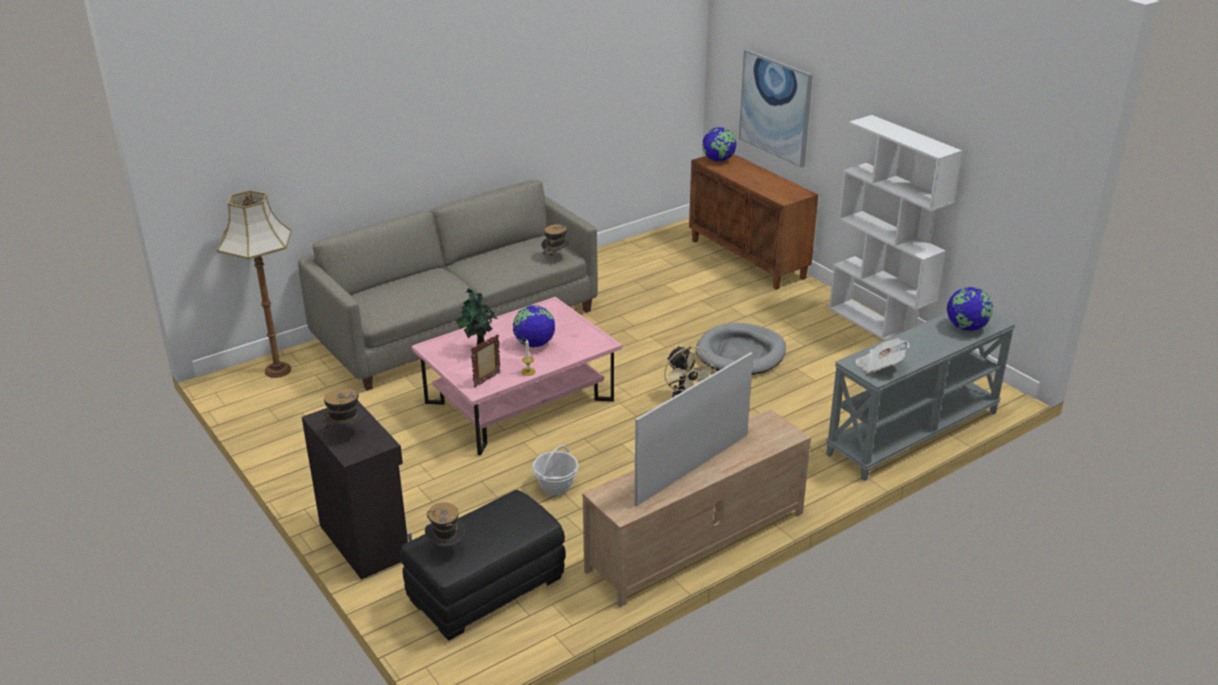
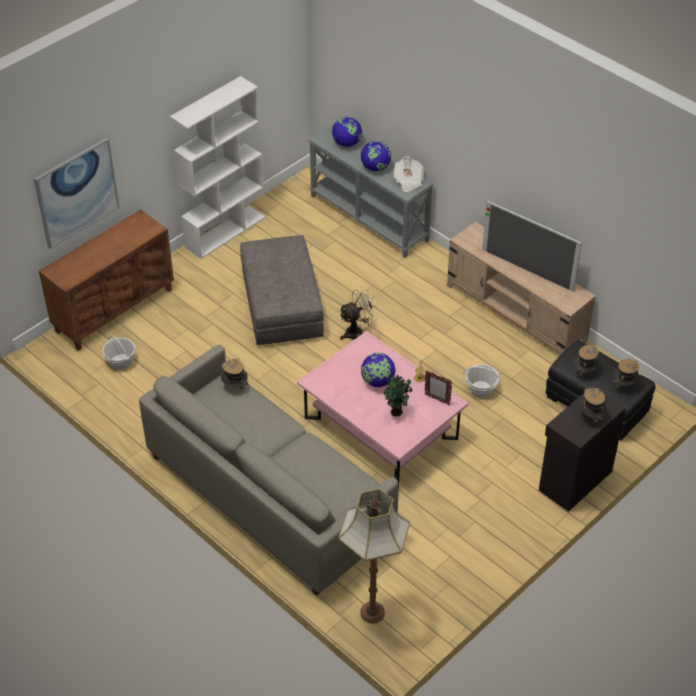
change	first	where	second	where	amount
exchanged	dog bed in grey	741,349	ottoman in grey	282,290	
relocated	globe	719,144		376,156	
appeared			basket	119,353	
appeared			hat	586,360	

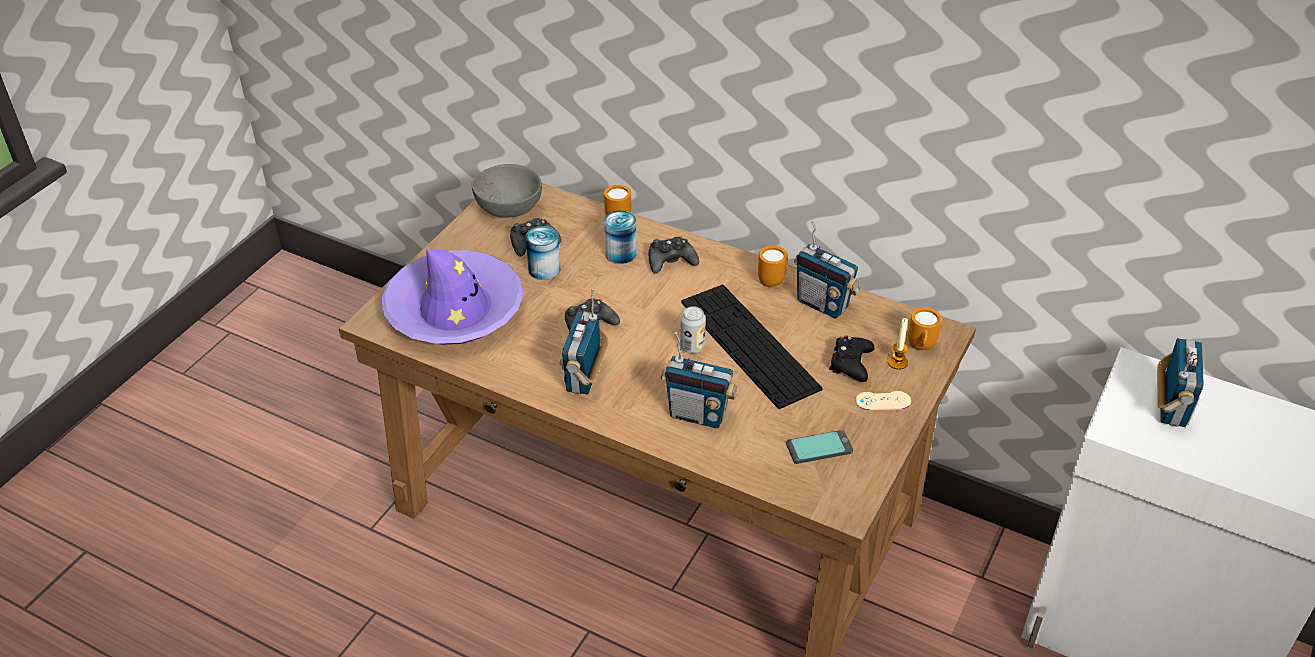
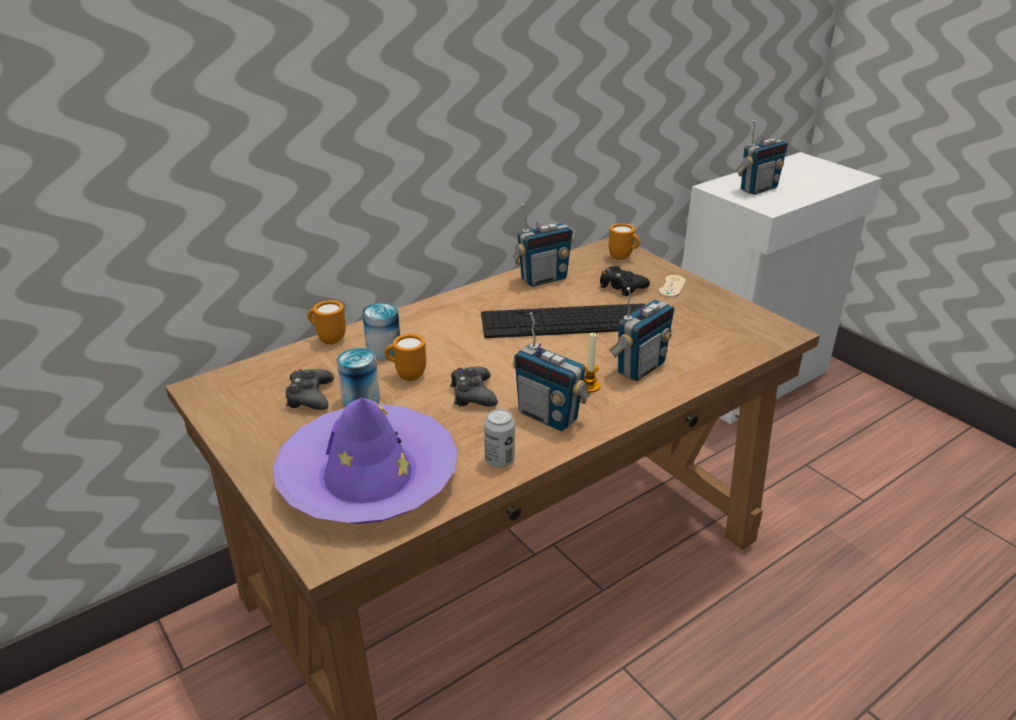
change	first	where	second	where	amount
missing	bowl in grey	507,191			
missing	game controller in black	674,255			
relocated	can	693,329		499,438	
relocated	mug in orange	773,266		405,357	
missing	phone	819,447			
relocated	candle	898,344		591,362	
spun	radio	1180,382		762,157	105 degrees clockwise

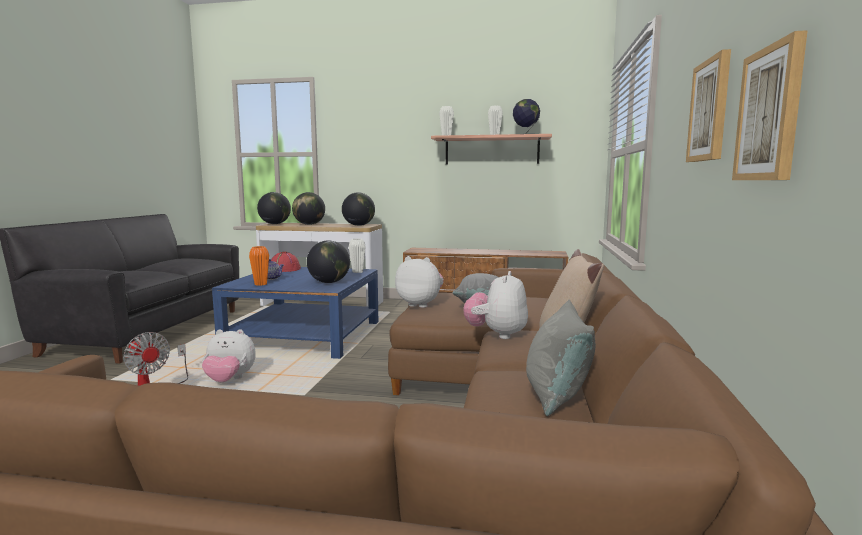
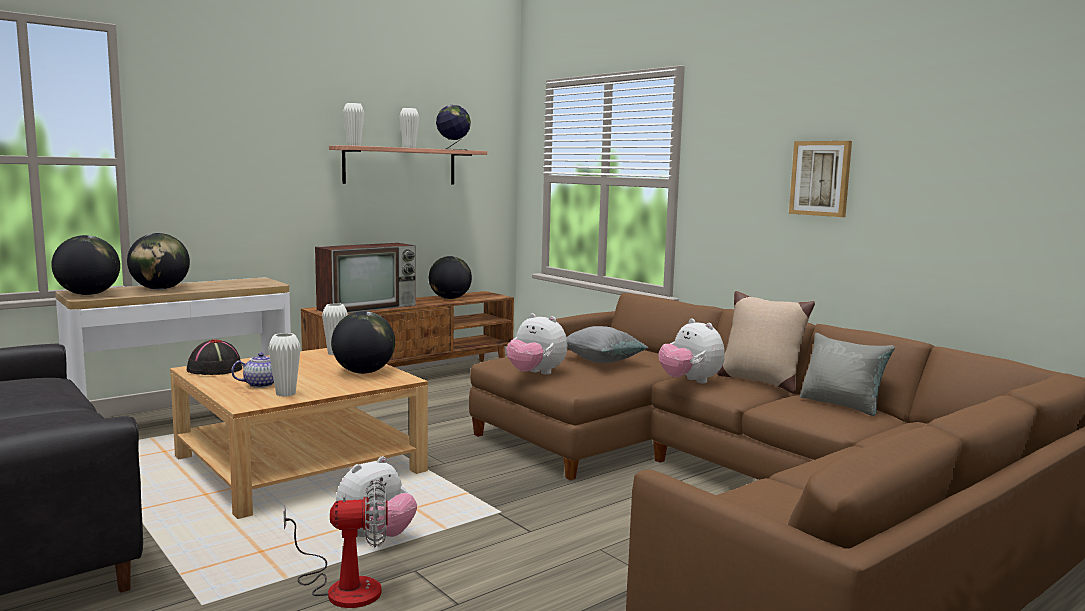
change	first	where	second	where	amount
colour	coffee table in blue	295,313	coffee table in beige	299,433	
colour	vase in orange	259,266	vase in white	284,365	
colour	hat in red	286,262	hat in black	214,357	
relocated	globe	358,209		450,277	
spun	plush toy	419,282		536,344	120 degrees counterclockwise
missing	picture	770,105			
appeared			television	365,278	

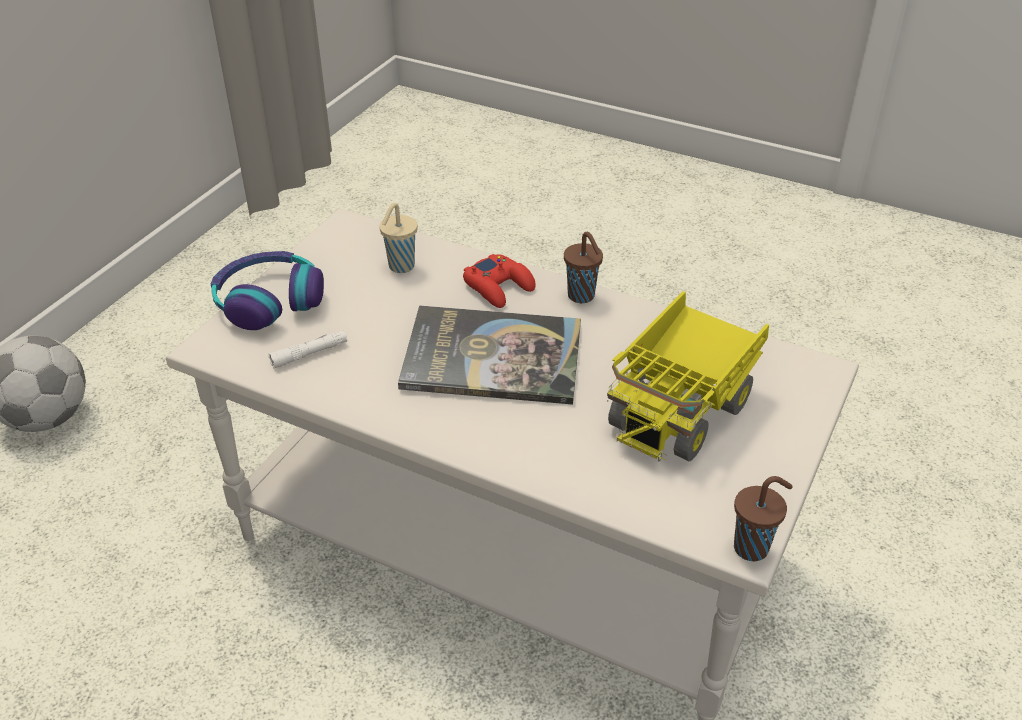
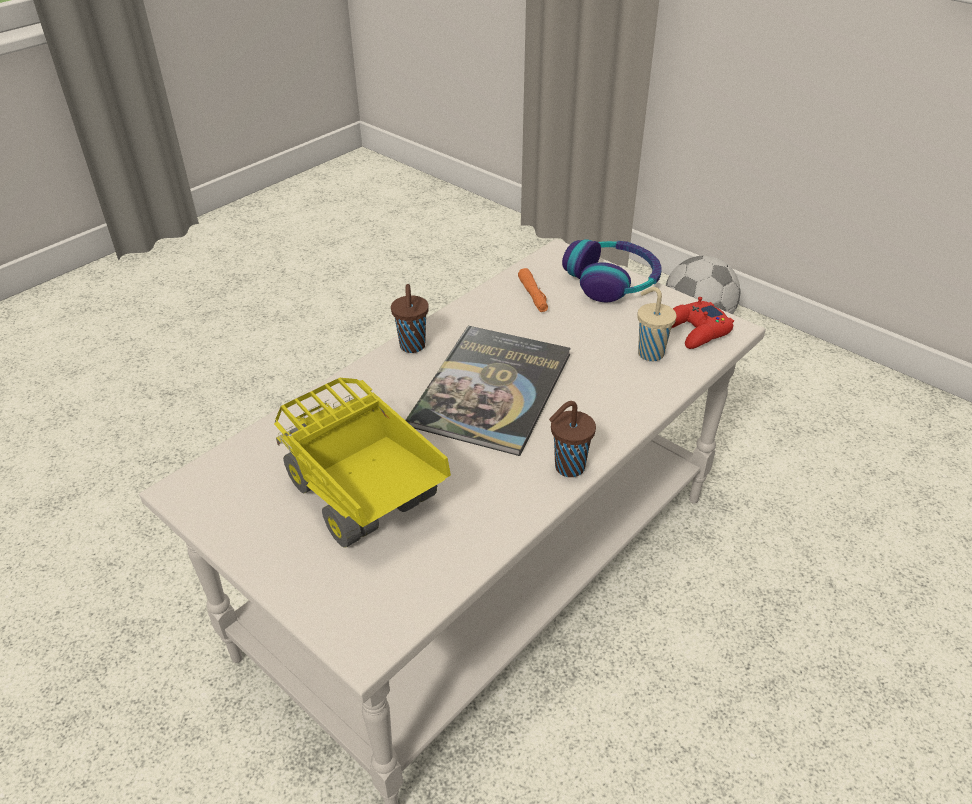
change	first	where	second	where	amount
colour	flashlight in white	307,349	flashlight in orange	533,290	
relocated	game controller in red	499,281		703,323	
relocated	cup in brown	763,518		410,318	

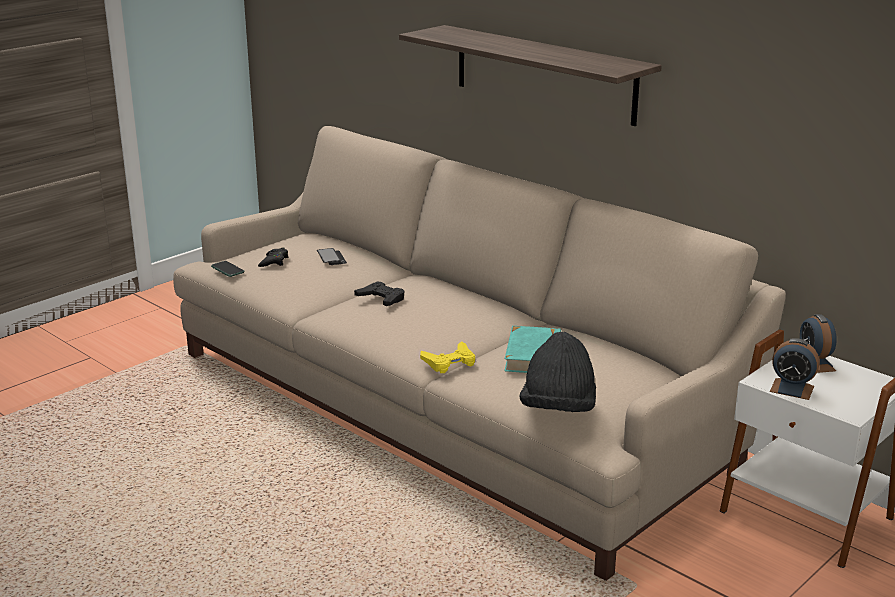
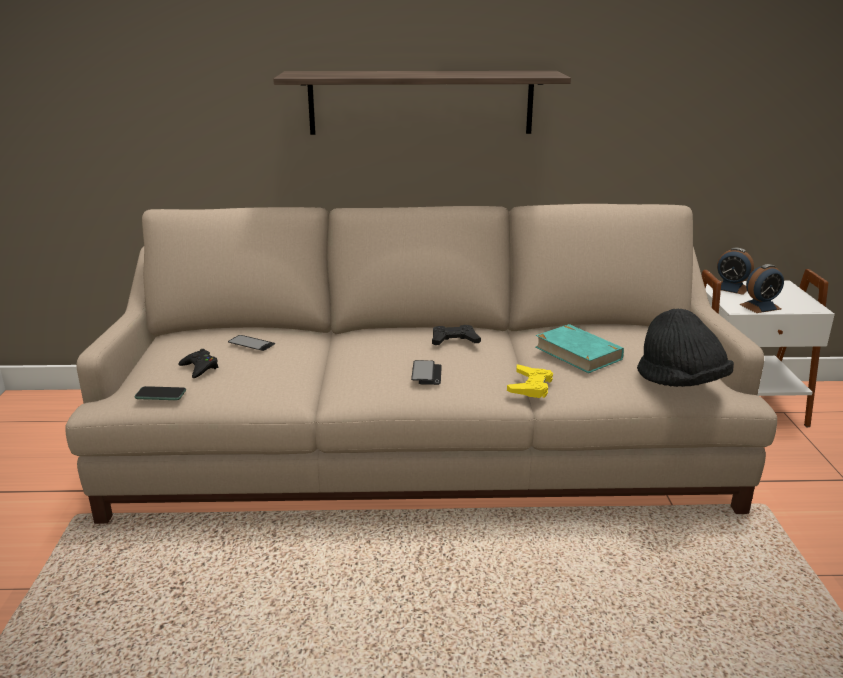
change	first	where	second	where	amount
relocated	game controller in black	379,294		456,335	
appeared			phone	426,372	

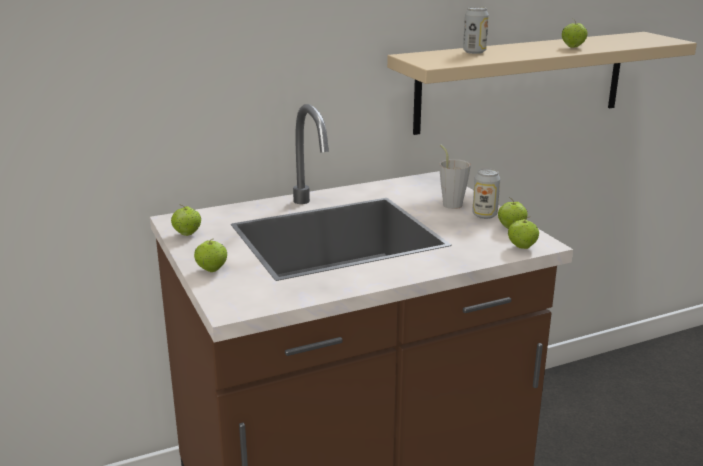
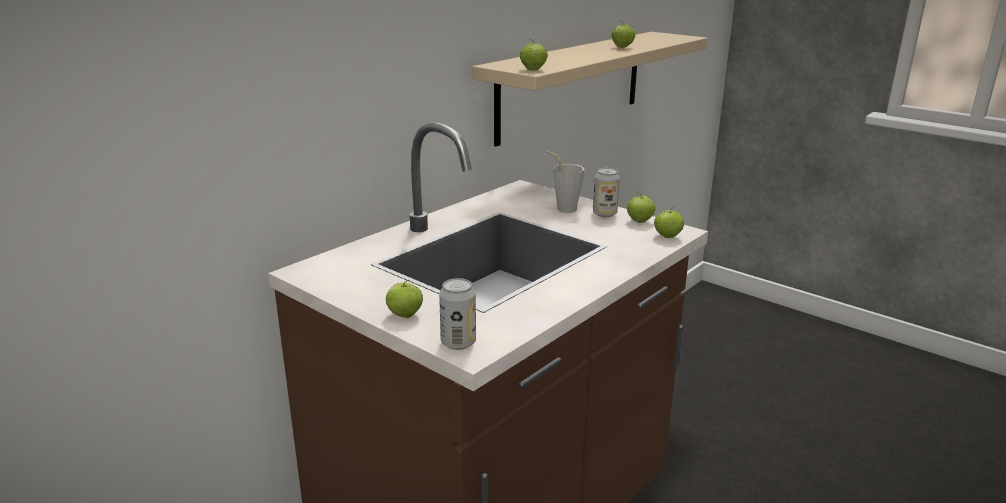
change	first	where	second	where	amount
relocated	apple	186,220		534,54	
relocated	can	476,30		457,314	

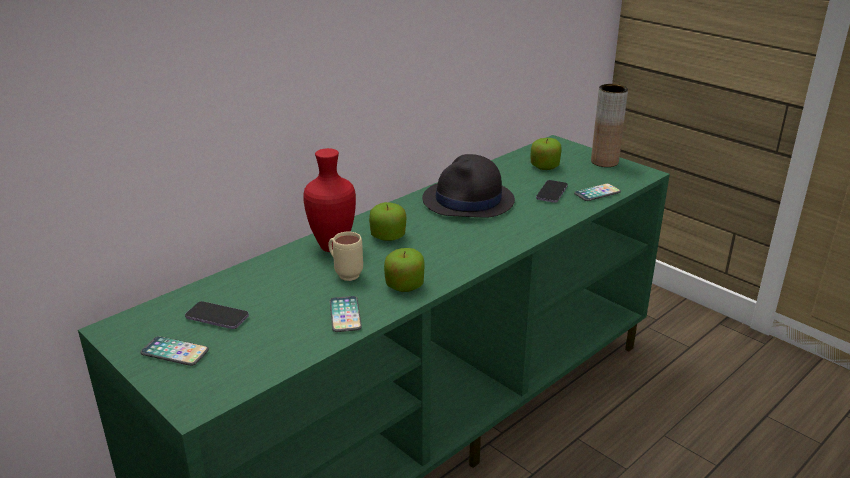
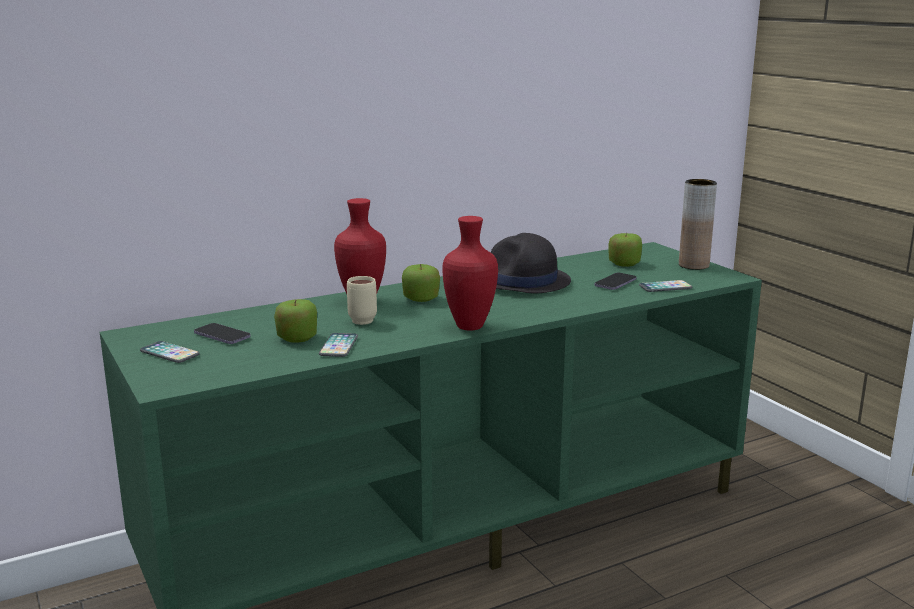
change	first	where	second	where	amount
relocated	apple	404,270		295,321	
appeared			vase in red	470,273	

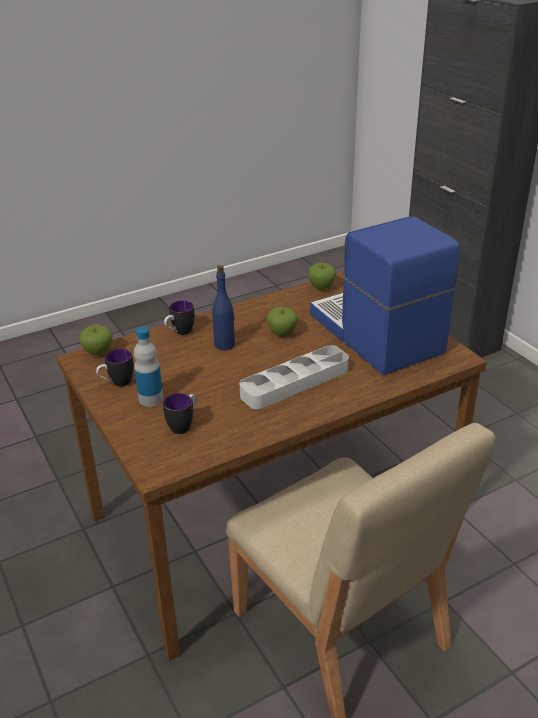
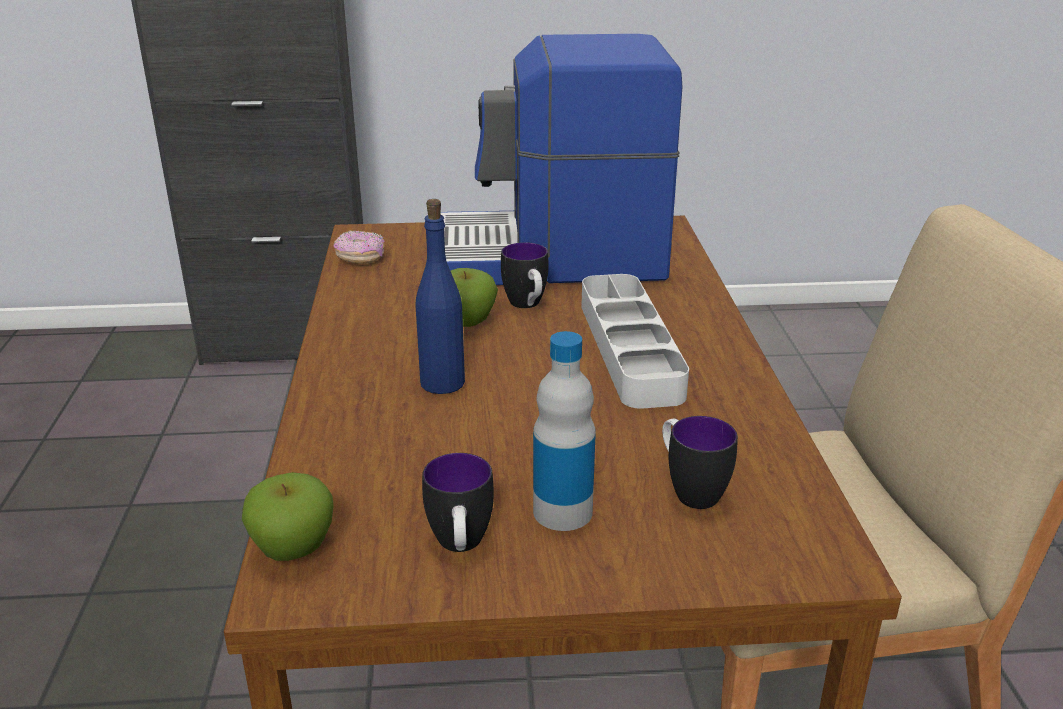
change	first	where	second	where	amount
relocated	mug	179,317		524,275	
exchanged	apple	322,276	donut	359,247	

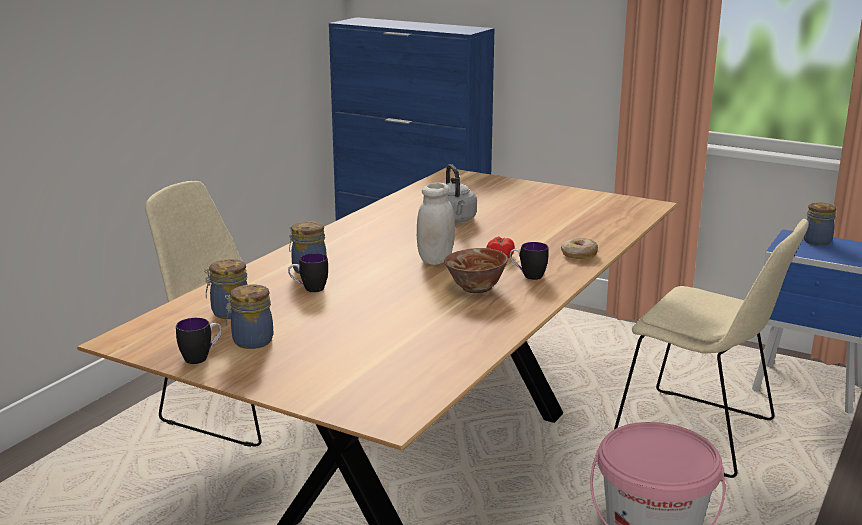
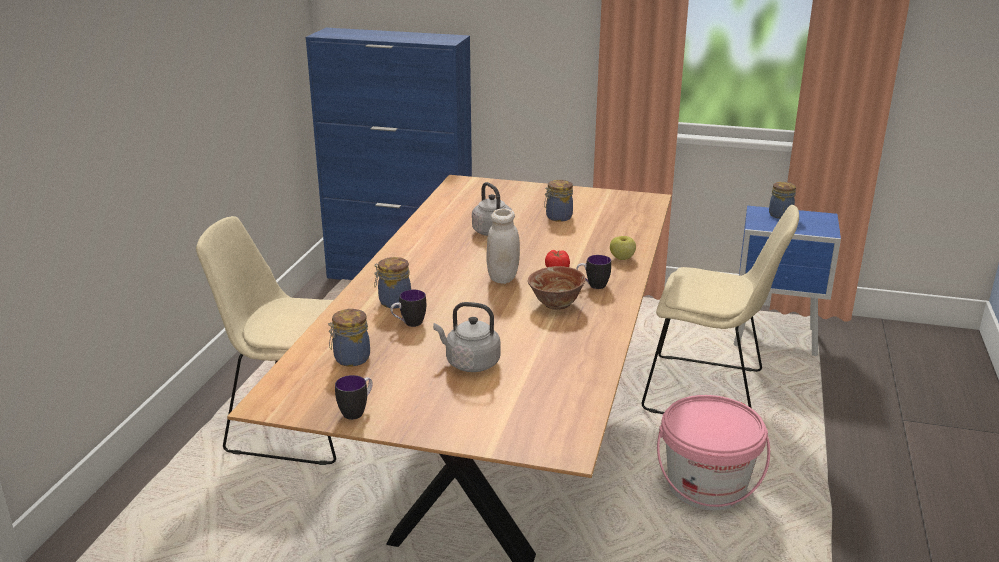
change	first	where	second	where	amount
relocated	jar	249,316		558,201	
exchanged	donut	579,248	apple	623,248	
appeared			kettle in grey	467,337	

